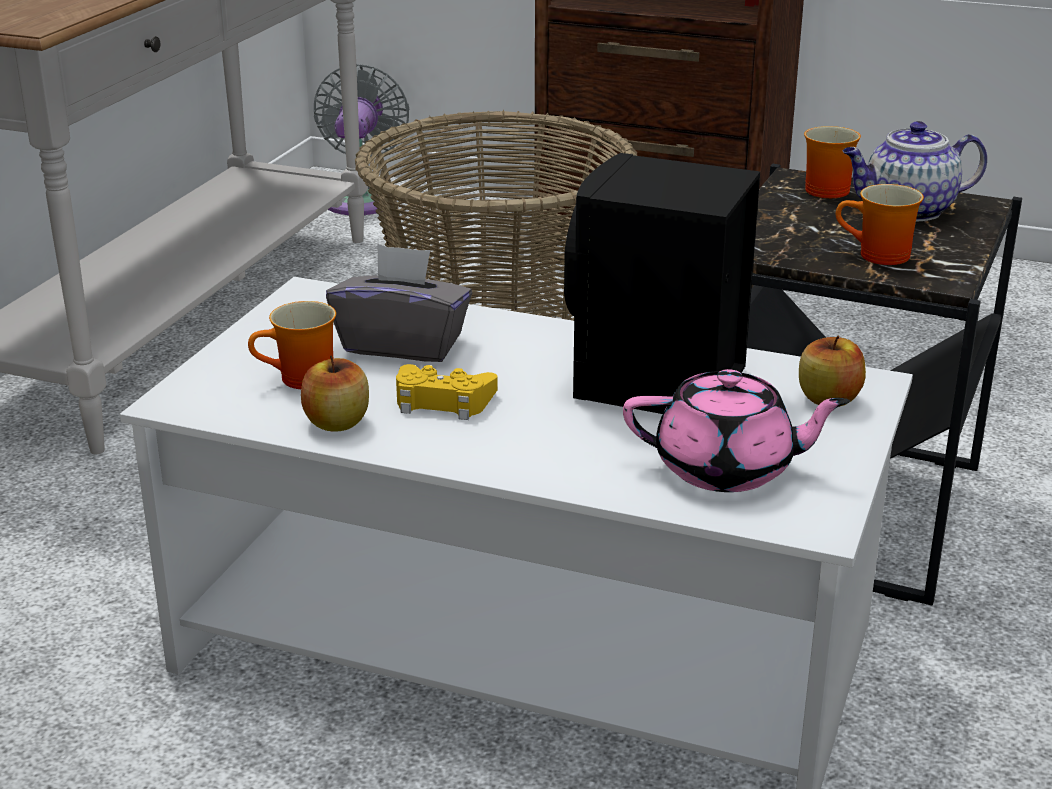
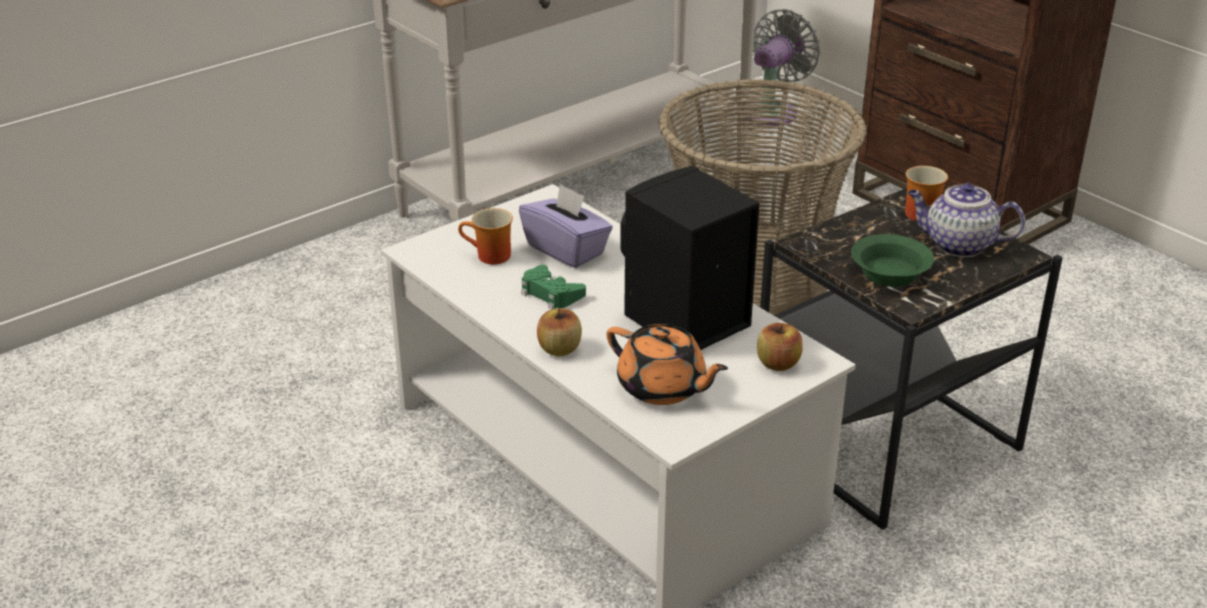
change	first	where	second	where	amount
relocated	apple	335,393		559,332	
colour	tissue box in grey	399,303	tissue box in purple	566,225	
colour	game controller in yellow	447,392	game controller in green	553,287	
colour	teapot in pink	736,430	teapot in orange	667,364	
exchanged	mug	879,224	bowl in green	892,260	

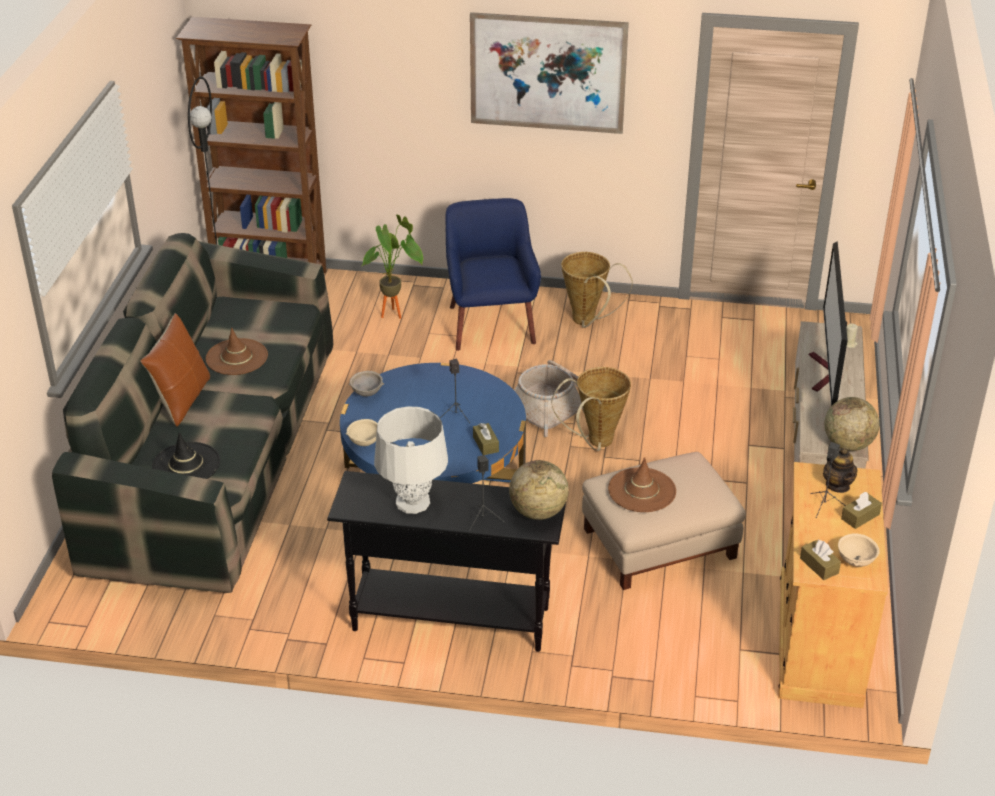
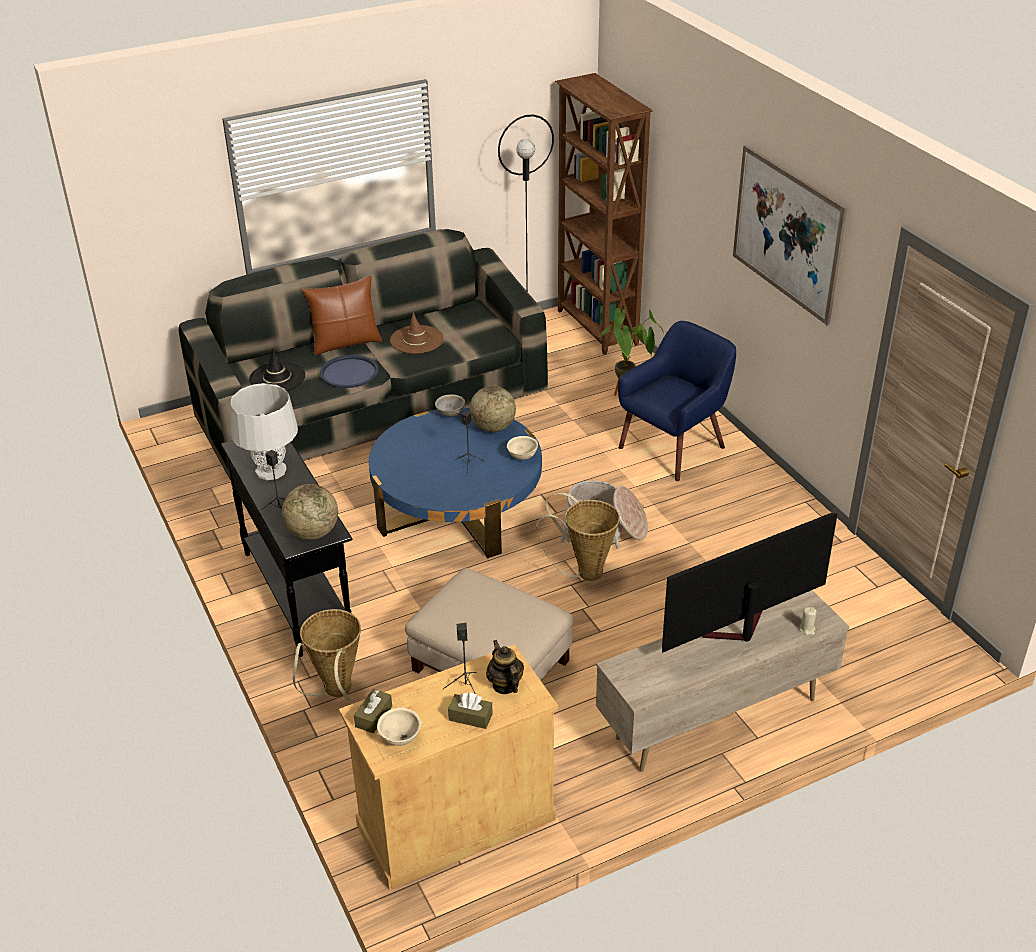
change	first	where	second	where	amount
relocated	bowl in beige	362,432		522,448	
missing	tissue box in brown	486,439			
relocated	basket	597,290		327,655	
missing	hat in brown	642,484			
spun	teapot	840,468		505,667	120 degrees clockwise
relocated	globe	852,424		493,409	
appeared			tray in blue	349,371	

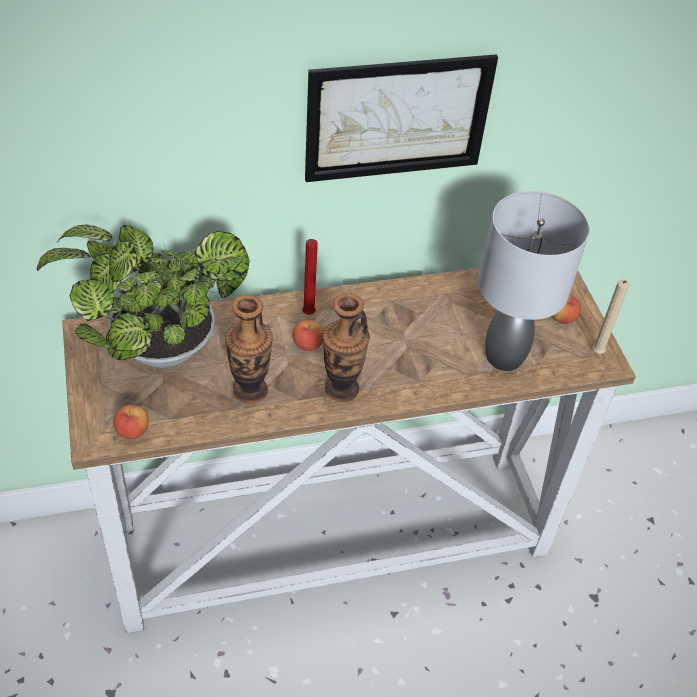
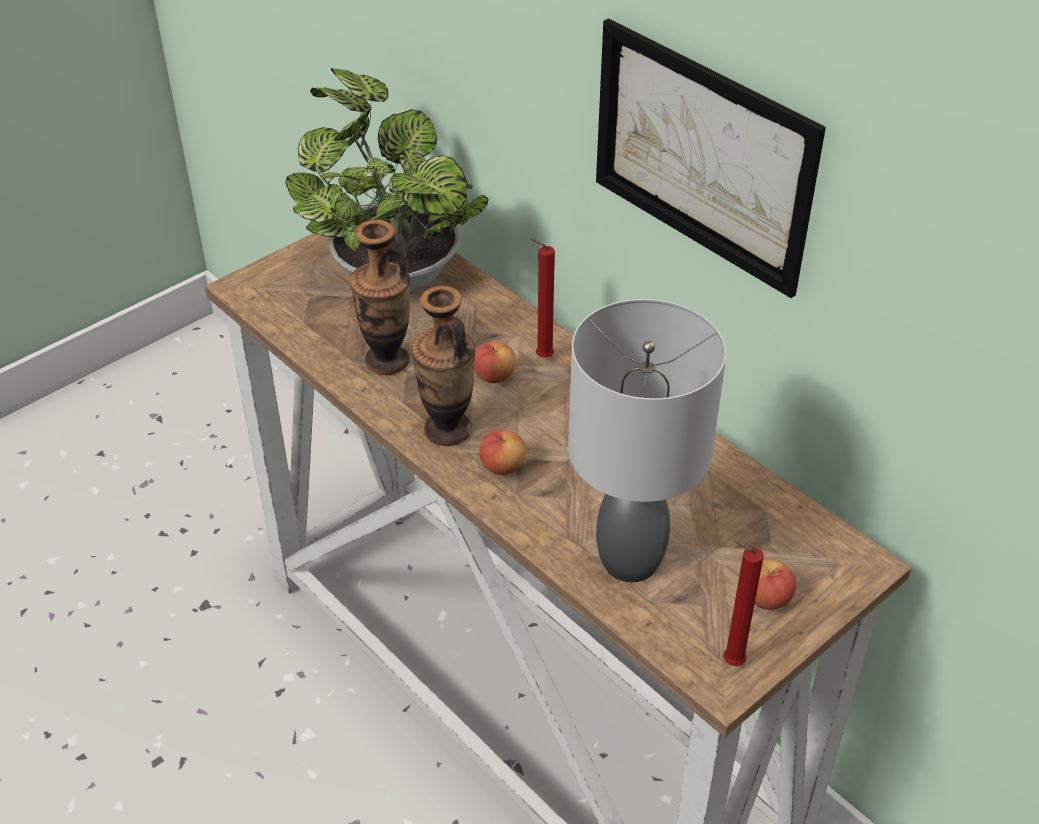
change	first	where	second	where	amount
relocated	apple	131,422		502,452	
colour	candle in beige	610,317	candle in red	743,603	

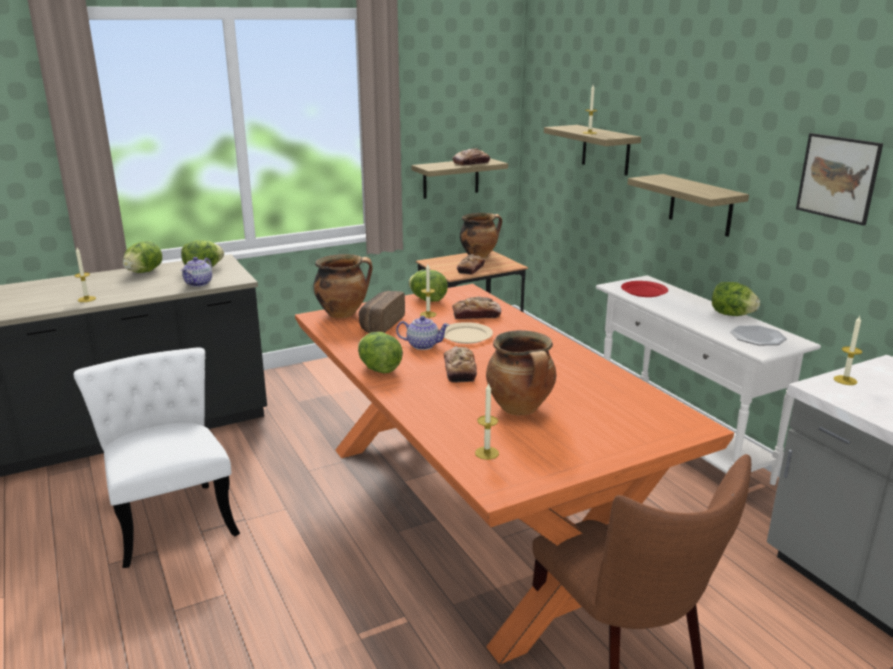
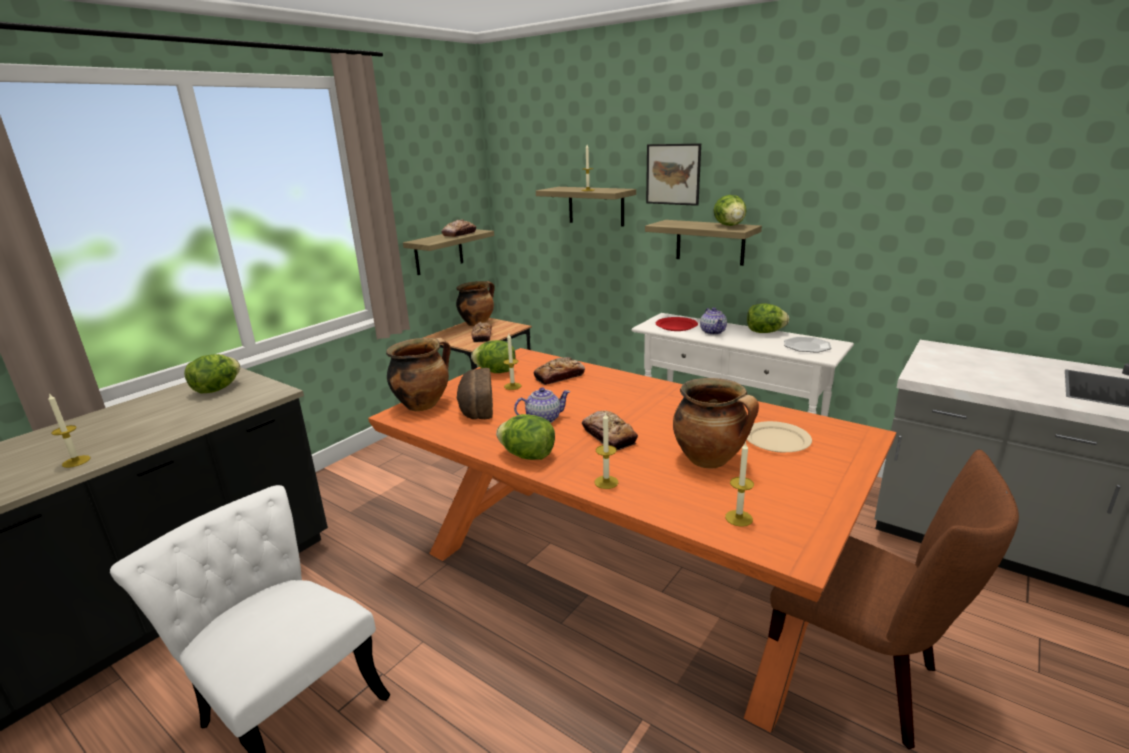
change	first	where	second	where	amount
relocated	lettuce	142,257		730,210	
relocated	teapot	196,272		713,321	
relocated	plate in beige	468,333		779,436	
relocated	picture	839,179		673,174	
relocated	candle	848,350		606,450	

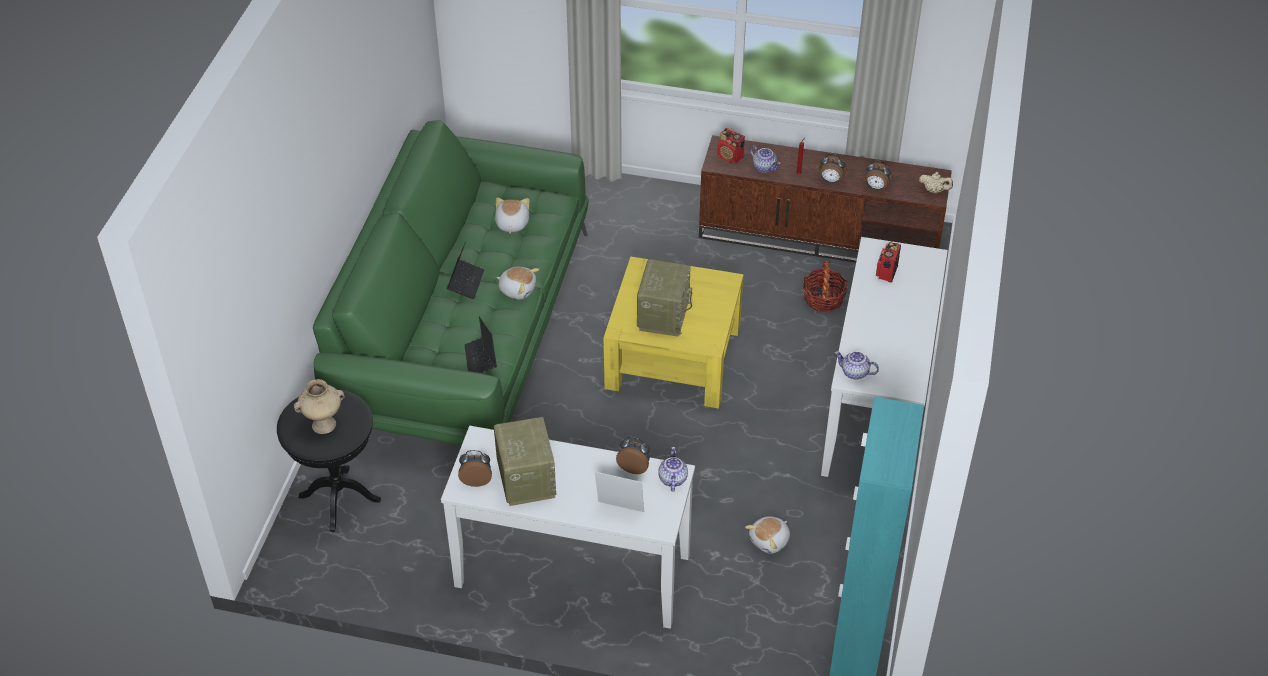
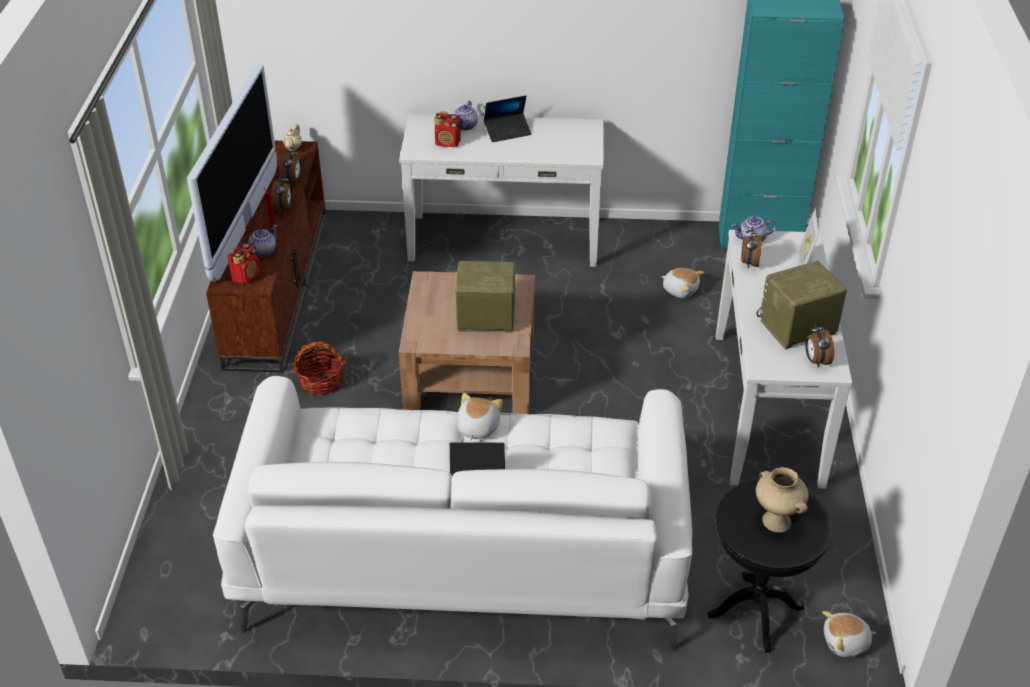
change	first	where	second	where	amount
colour	sofa in green	451,283	sofa in white	452,513	
relocated	laptop	480,345		508,118	
relocated	plush toy	512,216		849,634	
colour	coffee table in yellow	674,332	coffee table in brown	467,342	
relocated	basket	825,286		319,368	
relocated	teapot	856,365		466,115	
appeared			television	232,173	

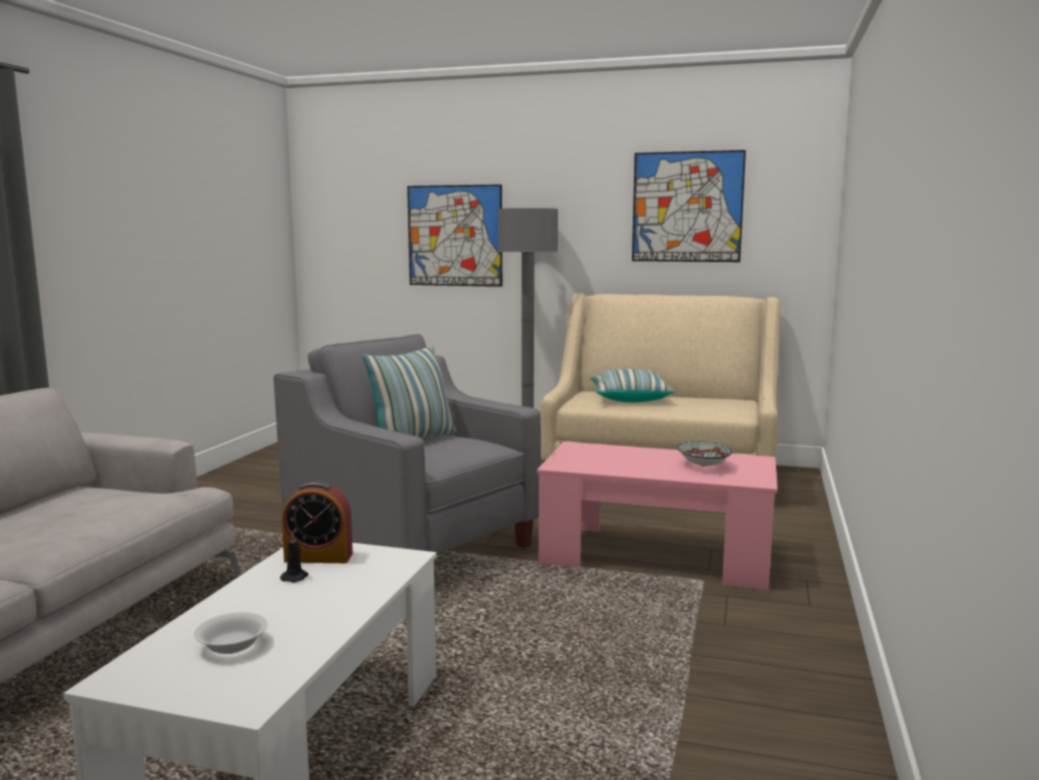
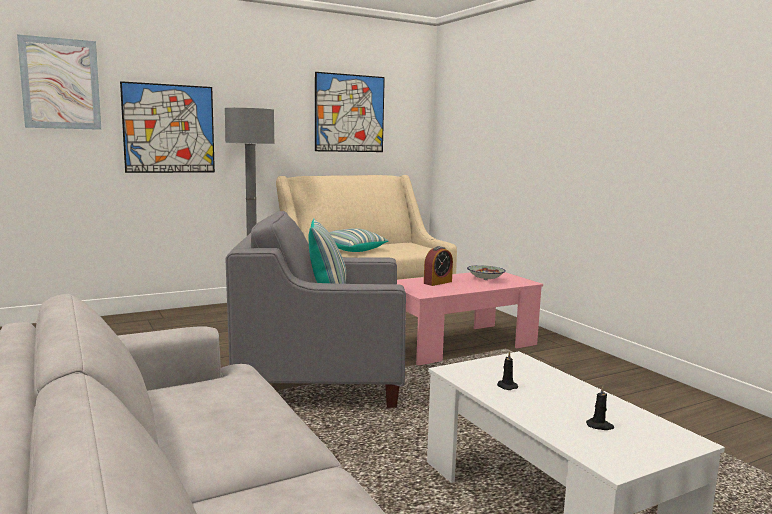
change	first	where	second	where	amount
exchanged	bowl in white	231,633	candle in black	600,408	
relocated	alarm clock	317,521		438,266	
appeared			picture	59,82	

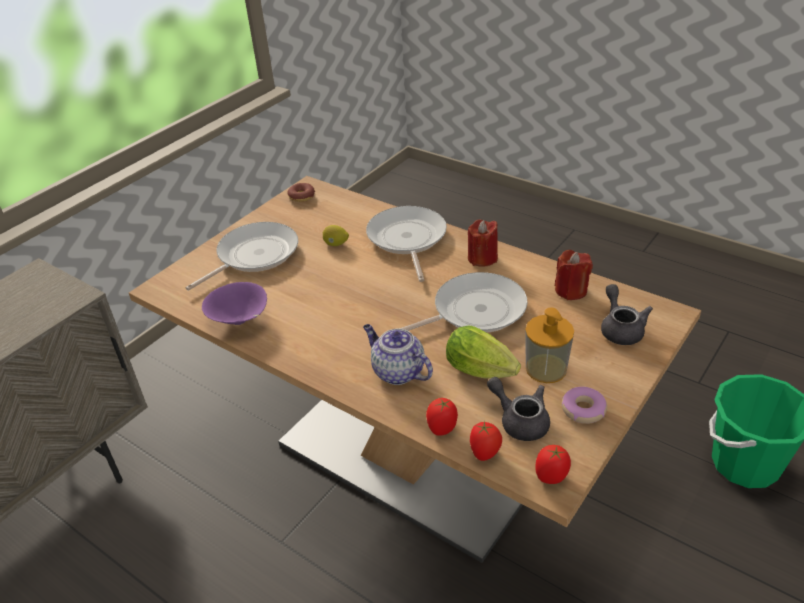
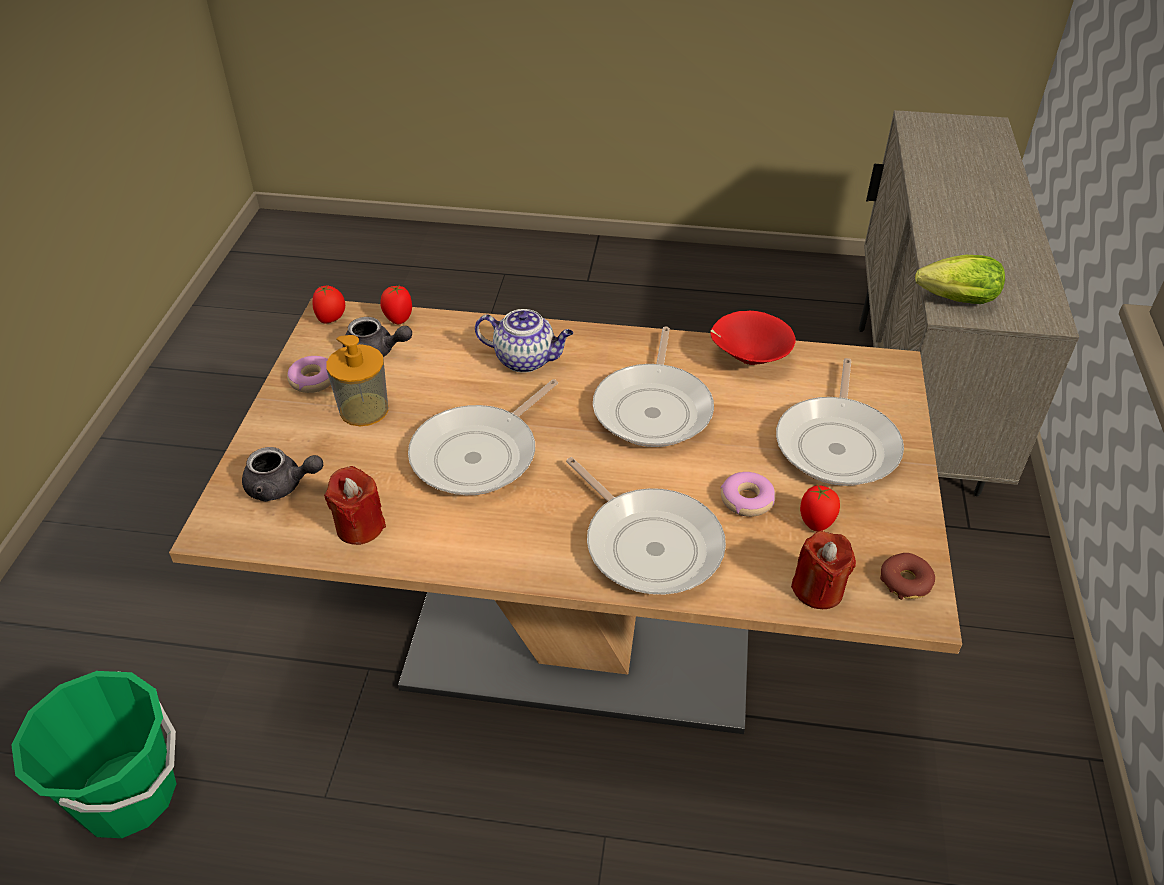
change	first	where	second	where	amount
colour	bowl in purple	234,303	bowl in red	753,338	
exchanged	lemon	336,235	donut	748,494	
relocated	tomato	442,417		820,508	
relocated	lettuce	483,352		960,279	
relocated	candle in red	483,243		823,570	
spun	teapot in grey	627,314		282,474	45 degrees counterclockwise
appeared			frying pan	653,387	

